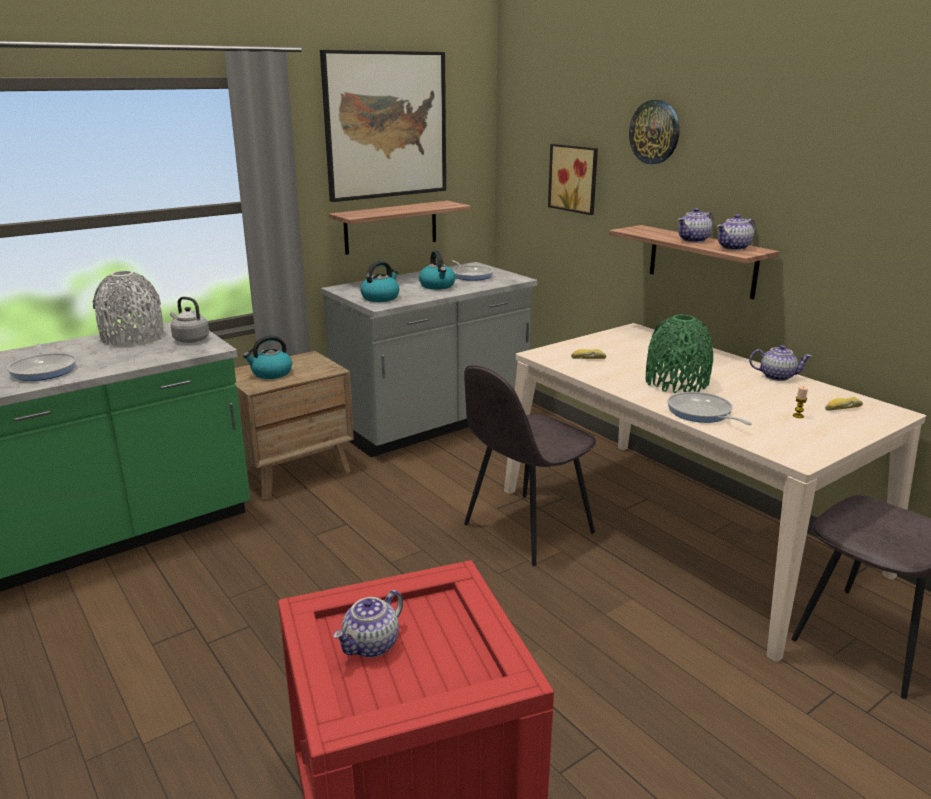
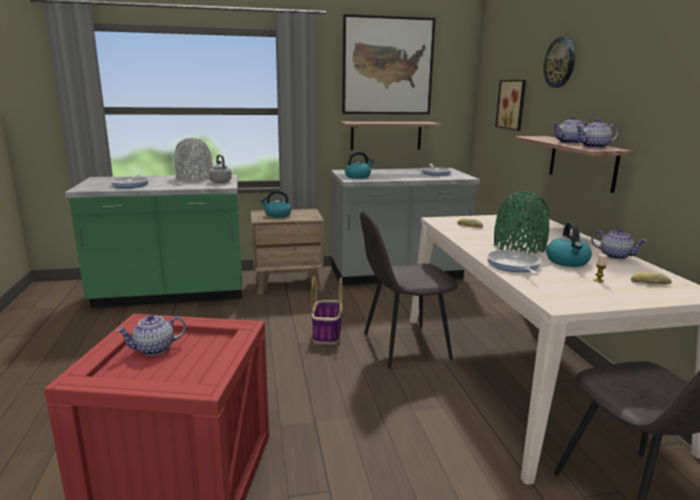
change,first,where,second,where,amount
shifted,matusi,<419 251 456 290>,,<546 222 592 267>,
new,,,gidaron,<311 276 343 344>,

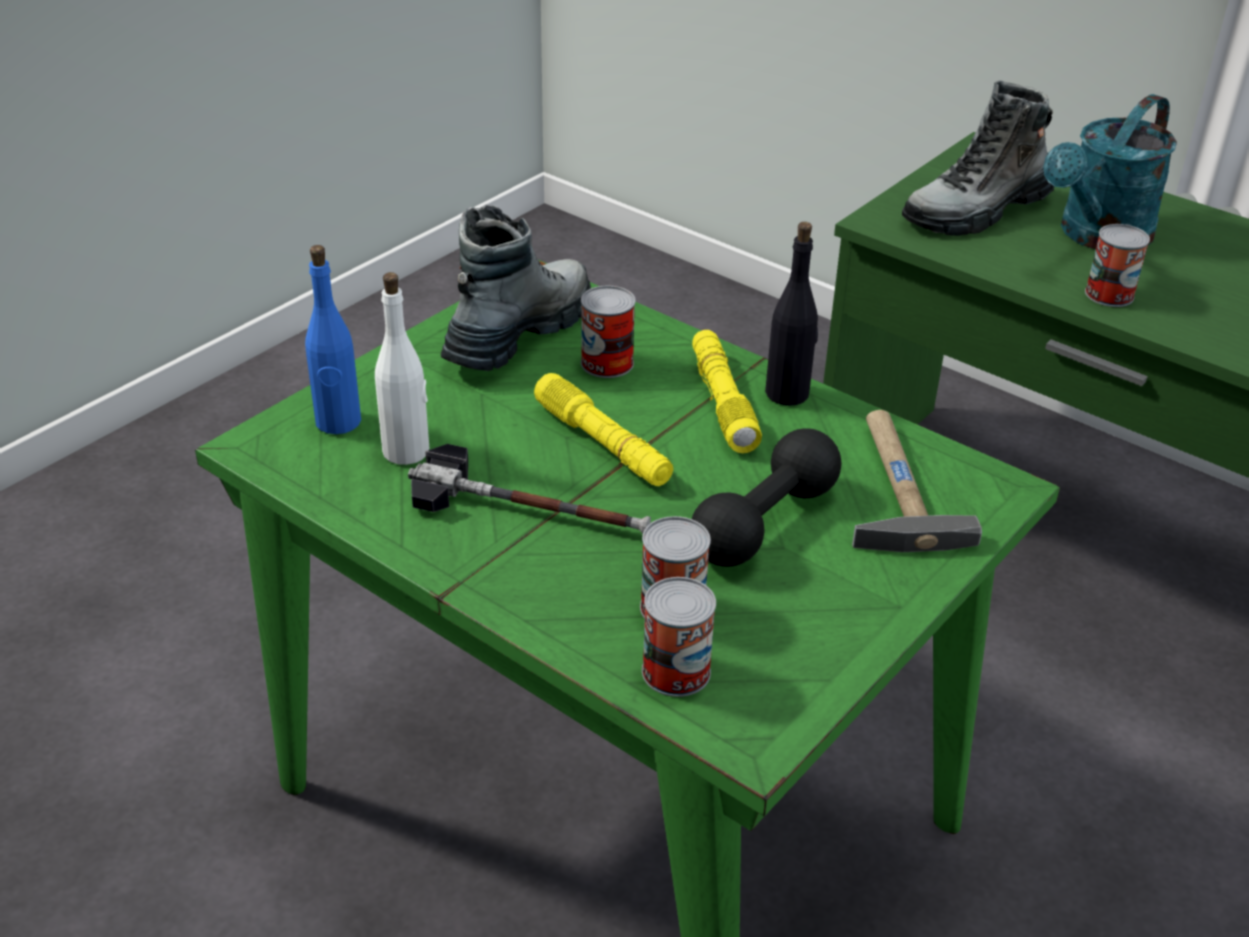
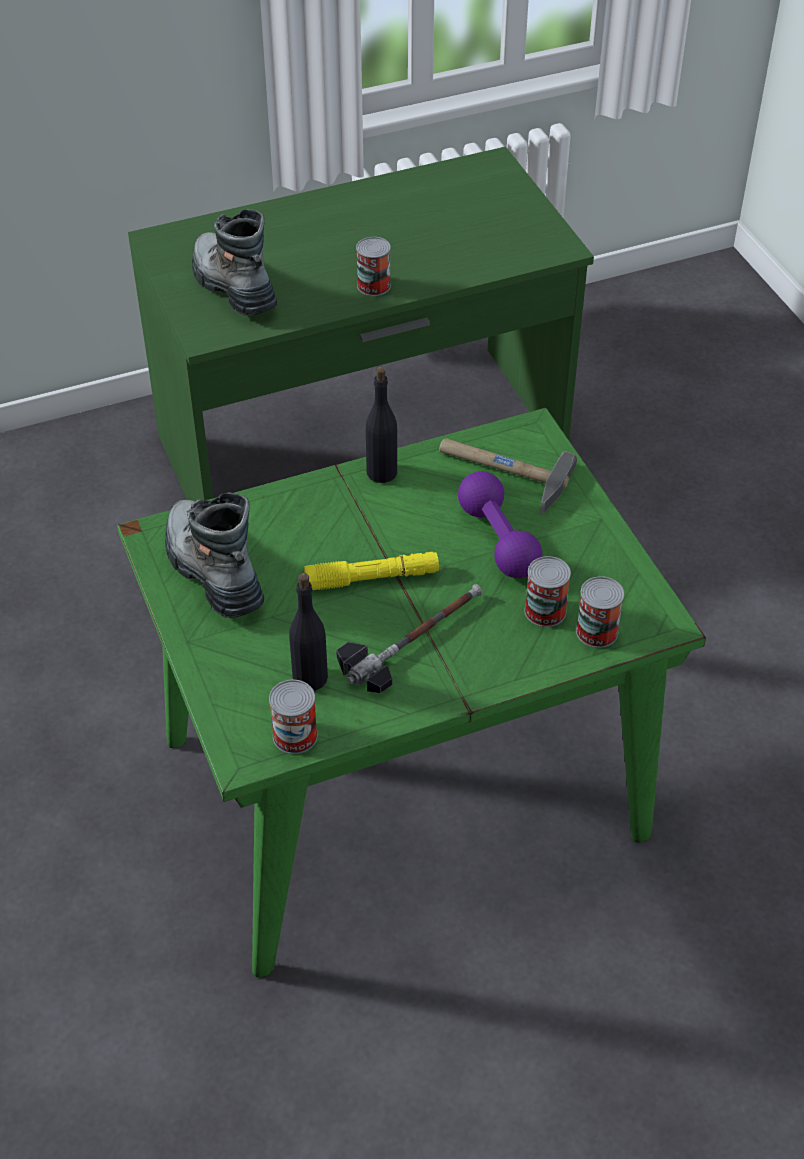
change,first,where,second,where,amount
rotated,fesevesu,<902 81 1054 236>,,<192 209 277 316>,150 degrees clockwise
gone,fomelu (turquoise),<1043 94 1177 249>,,,
gone,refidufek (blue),<305 245 361 434>,,,
repainted,refidufek (white),<375 272 429 465>,refidufek (black),<289 573 328 691>,
shifted,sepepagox,<581 285 636 378>,,<269 680 318 754>,
gone,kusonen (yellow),<692 330 762 453>,,,
repainted,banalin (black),<692 428 841 567>,banalin (purple),<458 471 542 578>,

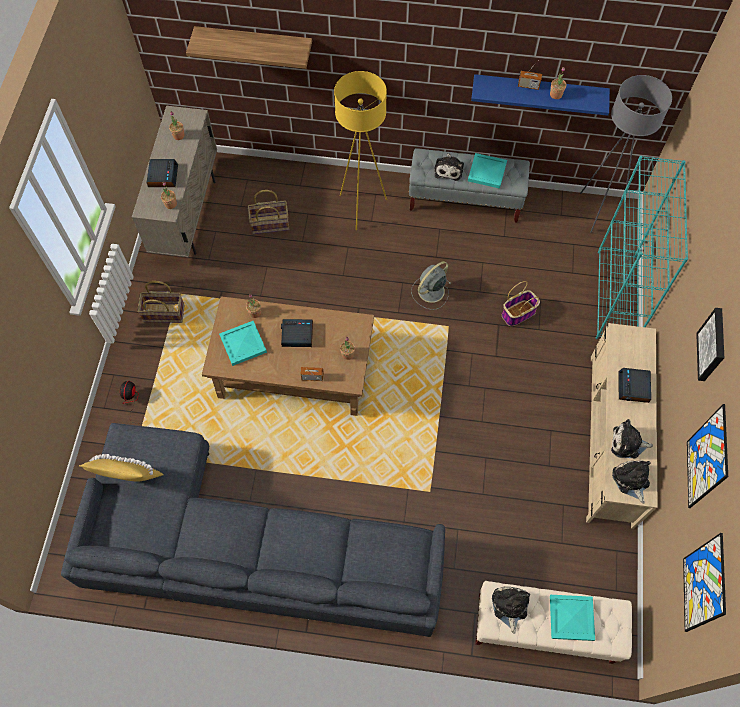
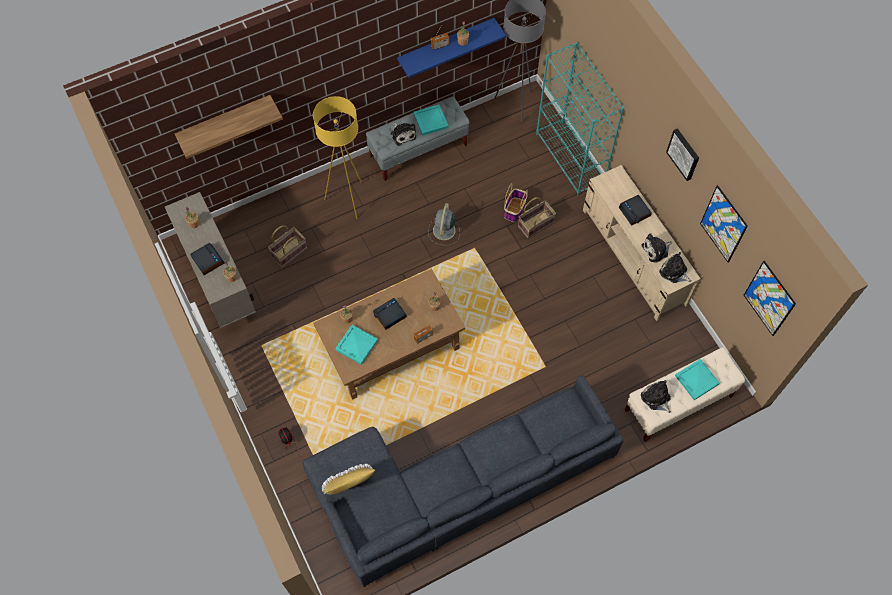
change,first,where,second,where,amount
shifted,gidaron,<137 281 184 323>,,<518 197 556 239>,

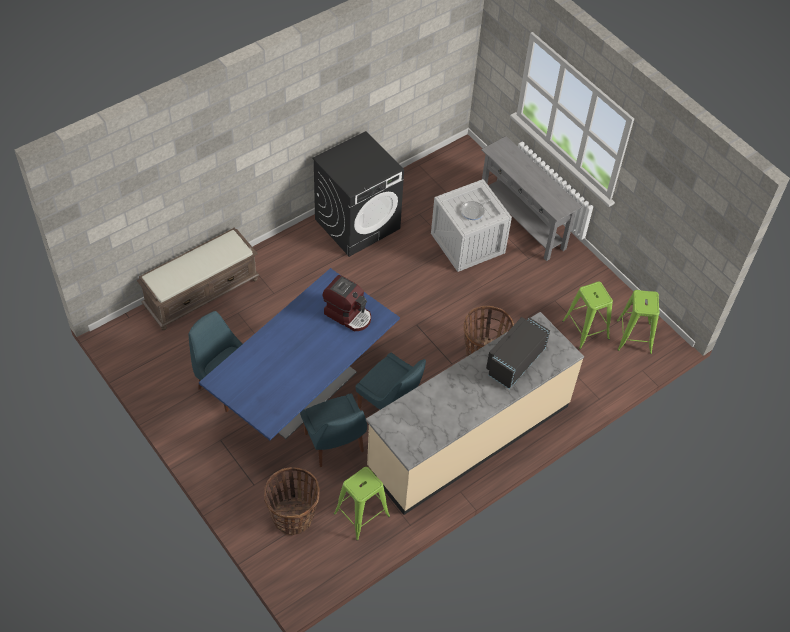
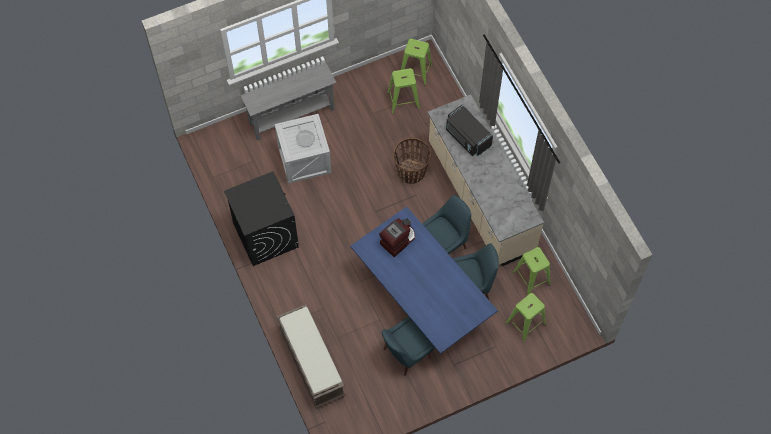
change,first,where,second,where,amount
swapped,gidaron,<264 467 320 535>,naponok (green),<505 293 546 343>,

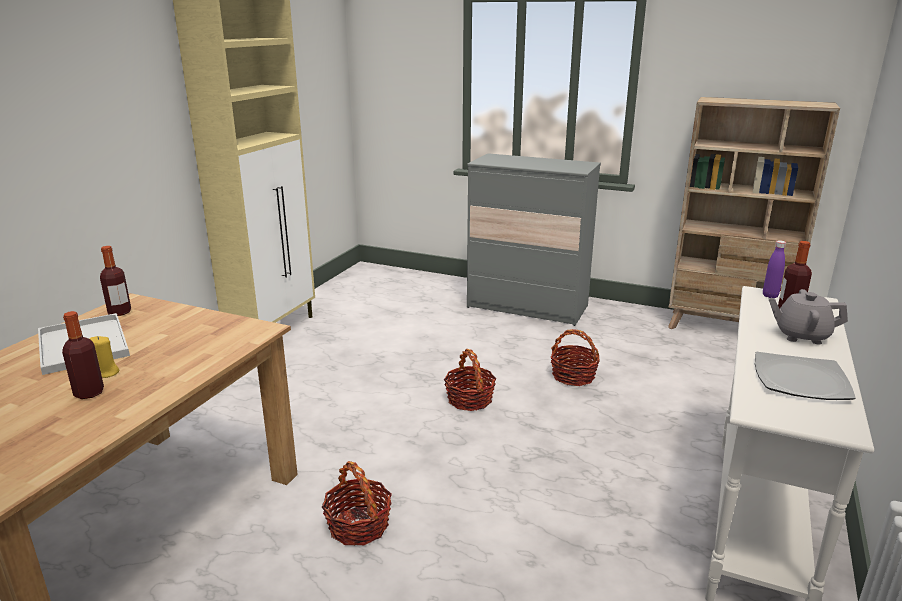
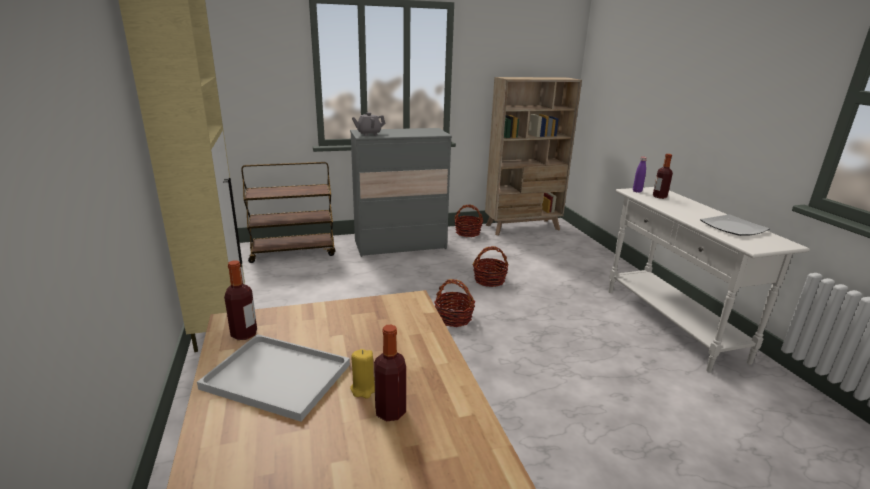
change,first,where,second,where,amount
shifted,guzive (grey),<768 289 848 344>,,<352 112 386 136>,
shifted,gidaron,<321 461 392 545>,,<454 204 483 237>,
new,,,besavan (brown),<241 162 335 263>,

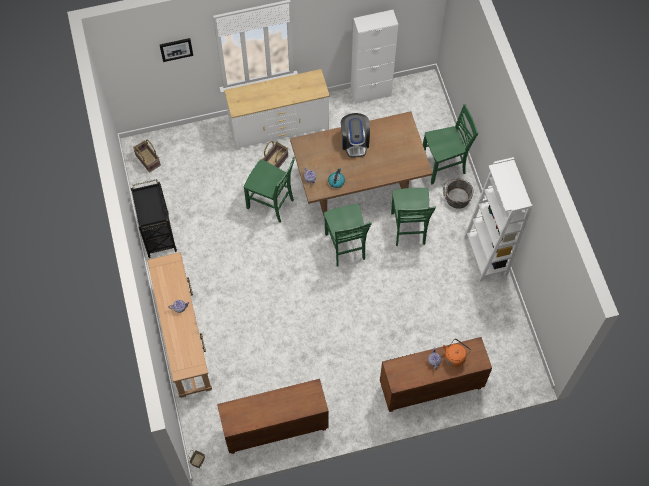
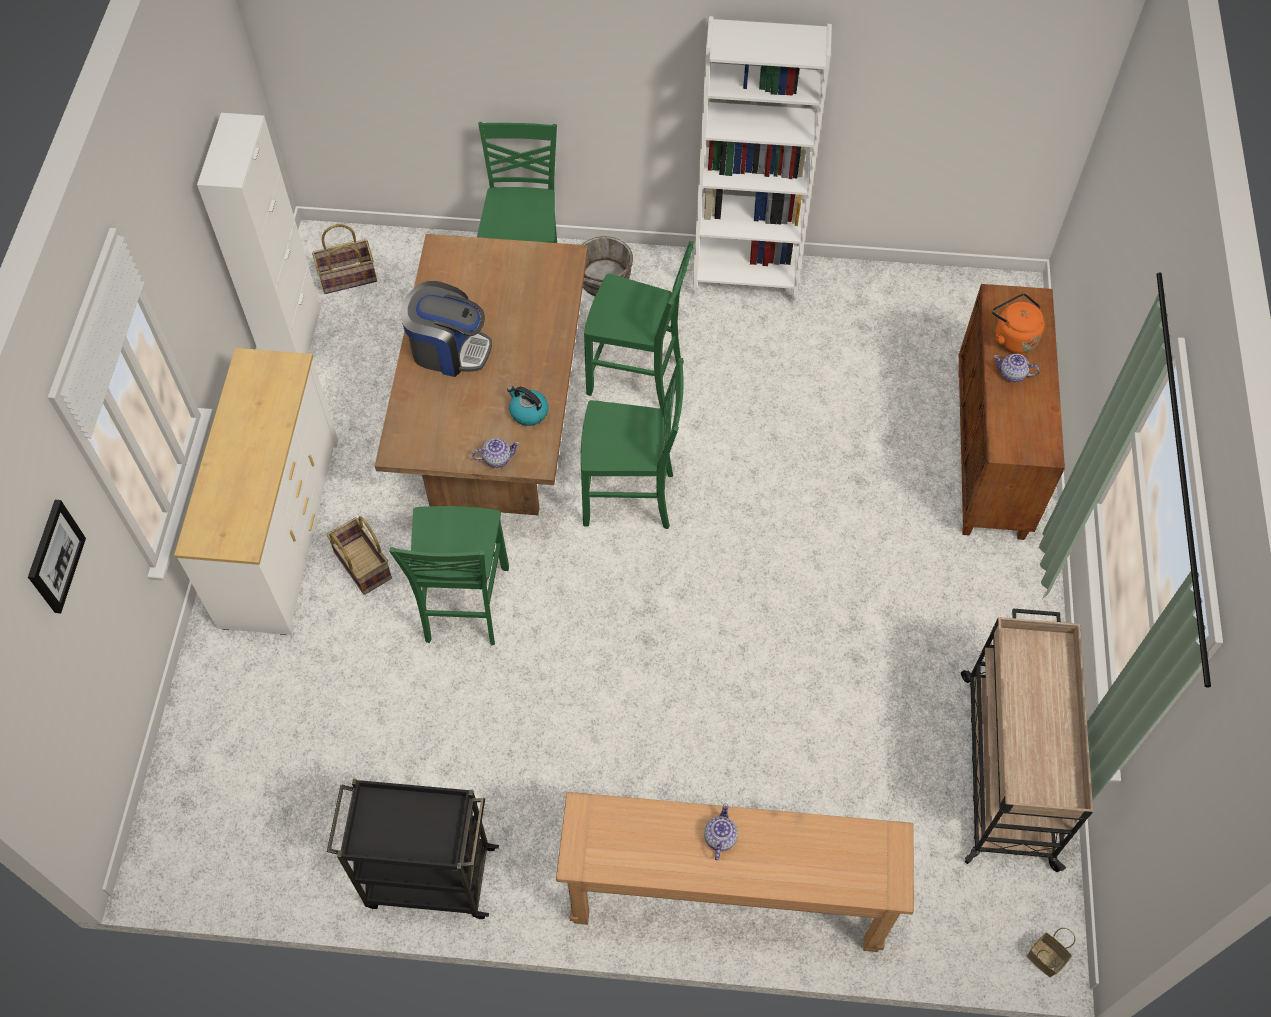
change,first,where,second,where,amount
shifted,gidaron,<133 139 161 173>,,<312 224 377 294>,
rotated,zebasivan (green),<244 157 295 222>,,<389 506 509 645>,135 degrees clockwise
swapped,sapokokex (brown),<217 379 329 454>,besavan (beige),<961 609 1093 872>,

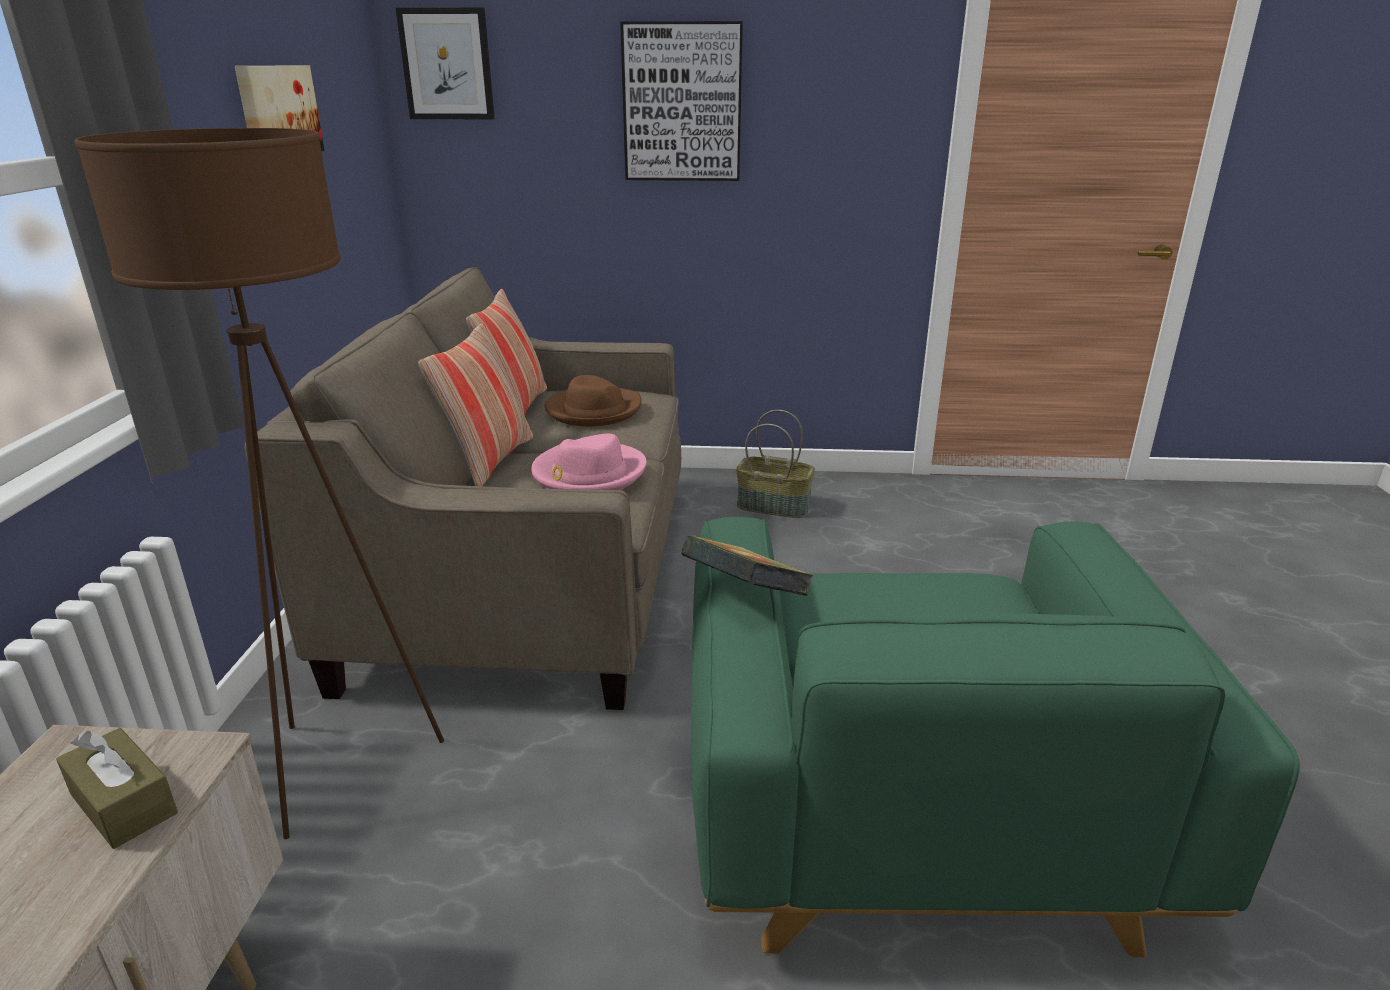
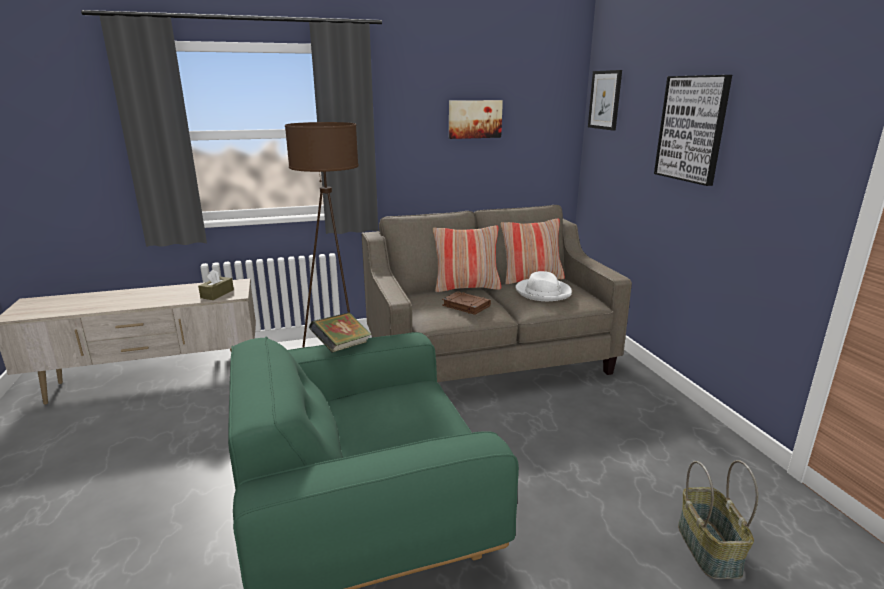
change,first,where,second,where,amount
repainted,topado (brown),<545 375 642 427>,topado (white),<515 271 572 301>,
shifted,gidaron,<736 410 815 518>,,<678 460 758 579>,
swapped,topado (pink),<531 434 646 490>,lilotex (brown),<442 291 491 315>,

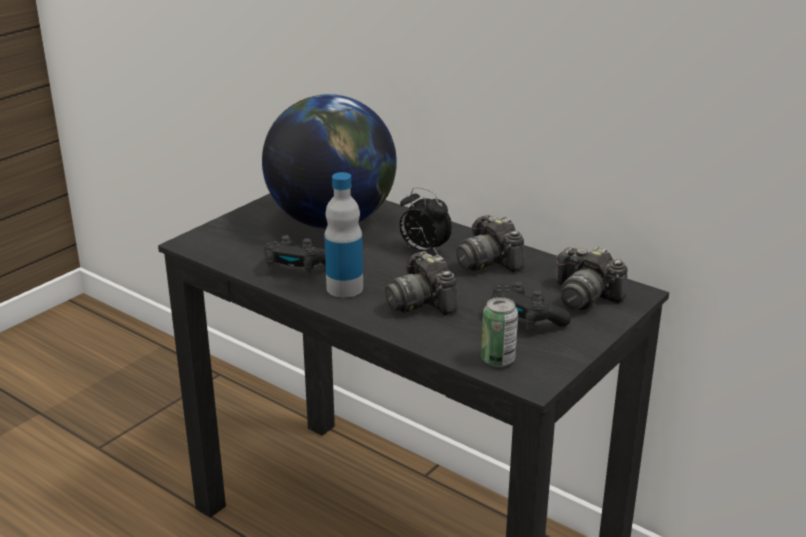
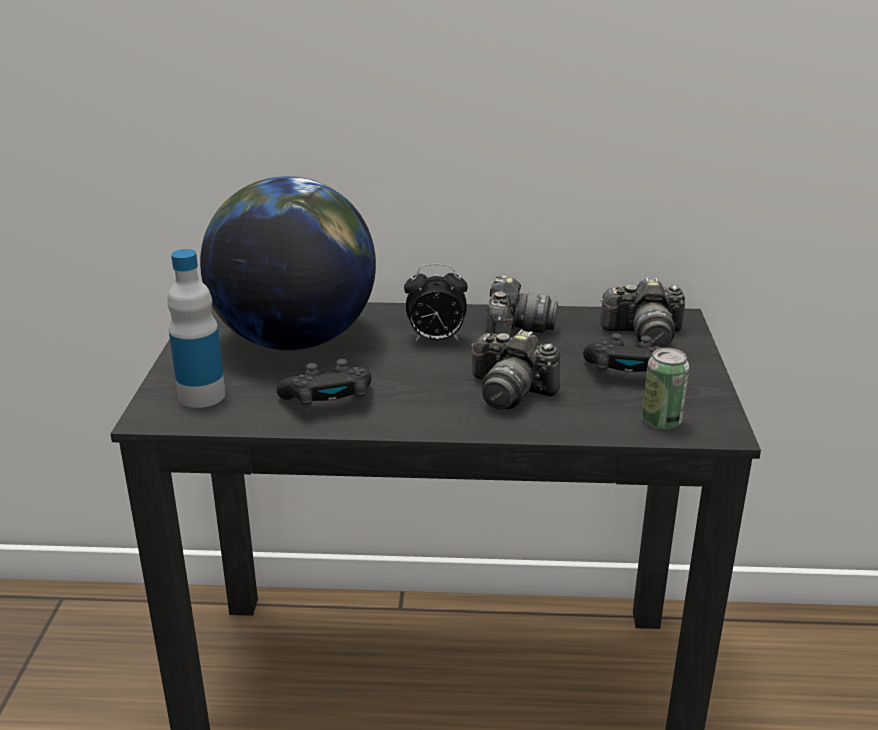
change,first,where,second,where,amount
shifted,refidufek,<324 172 363 298>,,<167 249 226 408>,
rotated,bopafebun,<456 215 525 272>,,<484 275 558 337>,105 degrees counterclockwise

